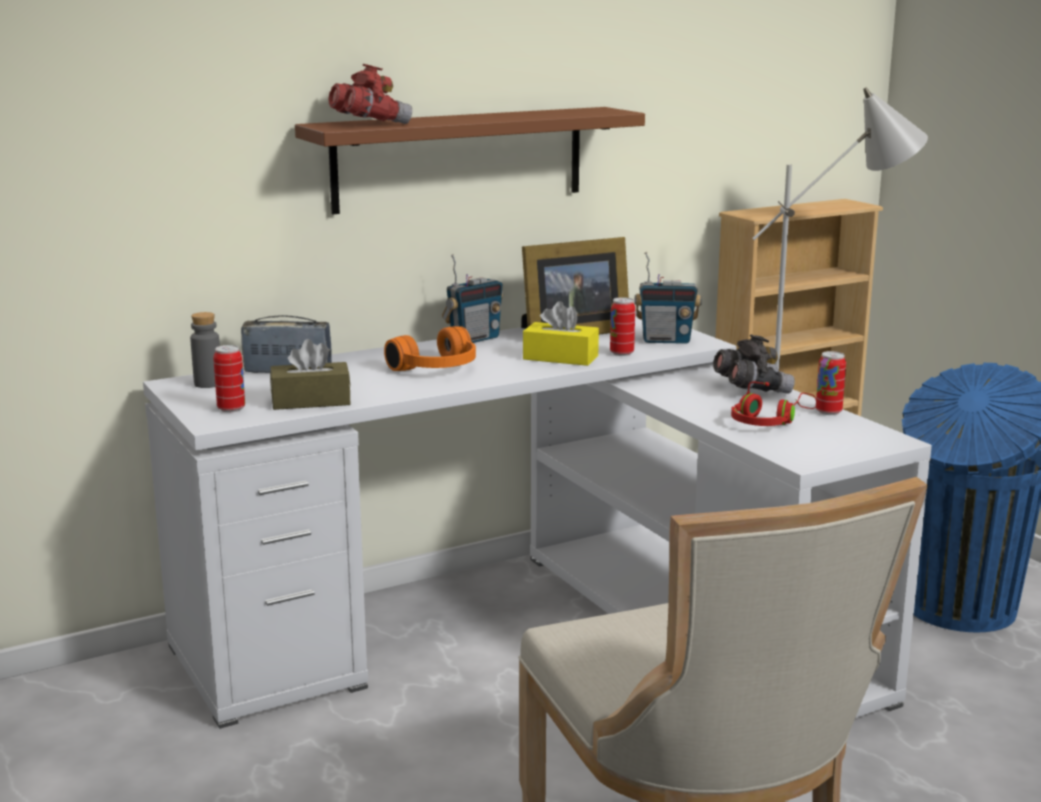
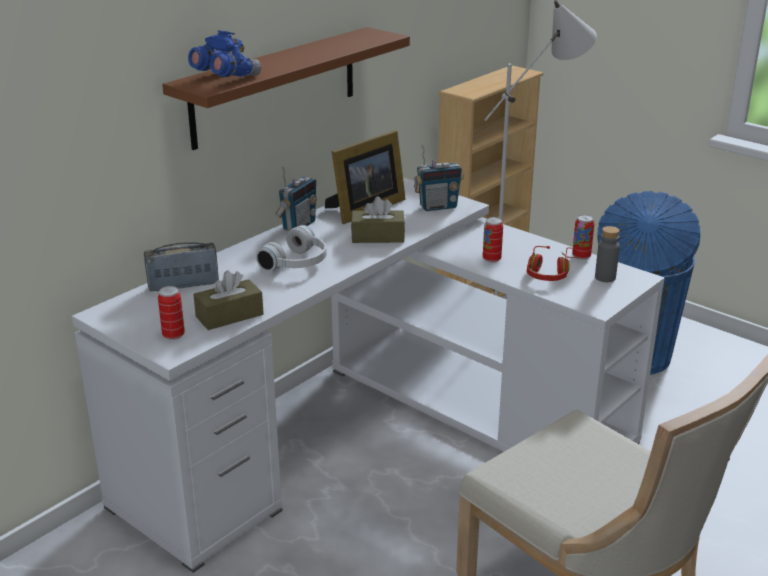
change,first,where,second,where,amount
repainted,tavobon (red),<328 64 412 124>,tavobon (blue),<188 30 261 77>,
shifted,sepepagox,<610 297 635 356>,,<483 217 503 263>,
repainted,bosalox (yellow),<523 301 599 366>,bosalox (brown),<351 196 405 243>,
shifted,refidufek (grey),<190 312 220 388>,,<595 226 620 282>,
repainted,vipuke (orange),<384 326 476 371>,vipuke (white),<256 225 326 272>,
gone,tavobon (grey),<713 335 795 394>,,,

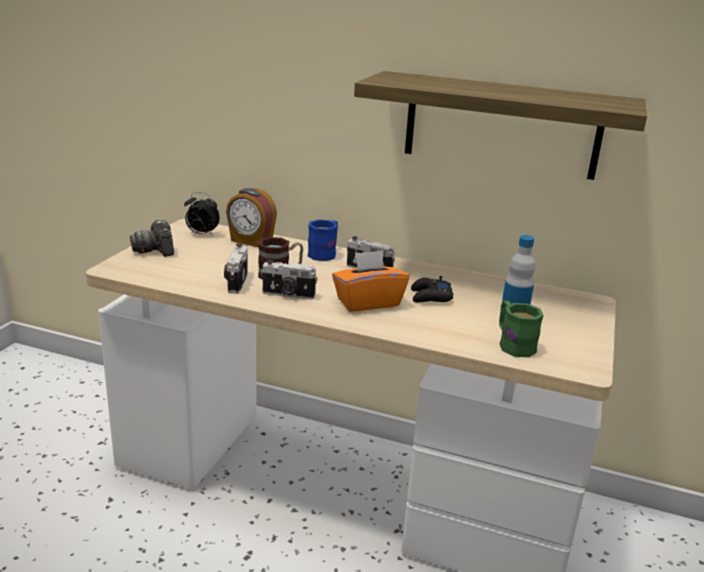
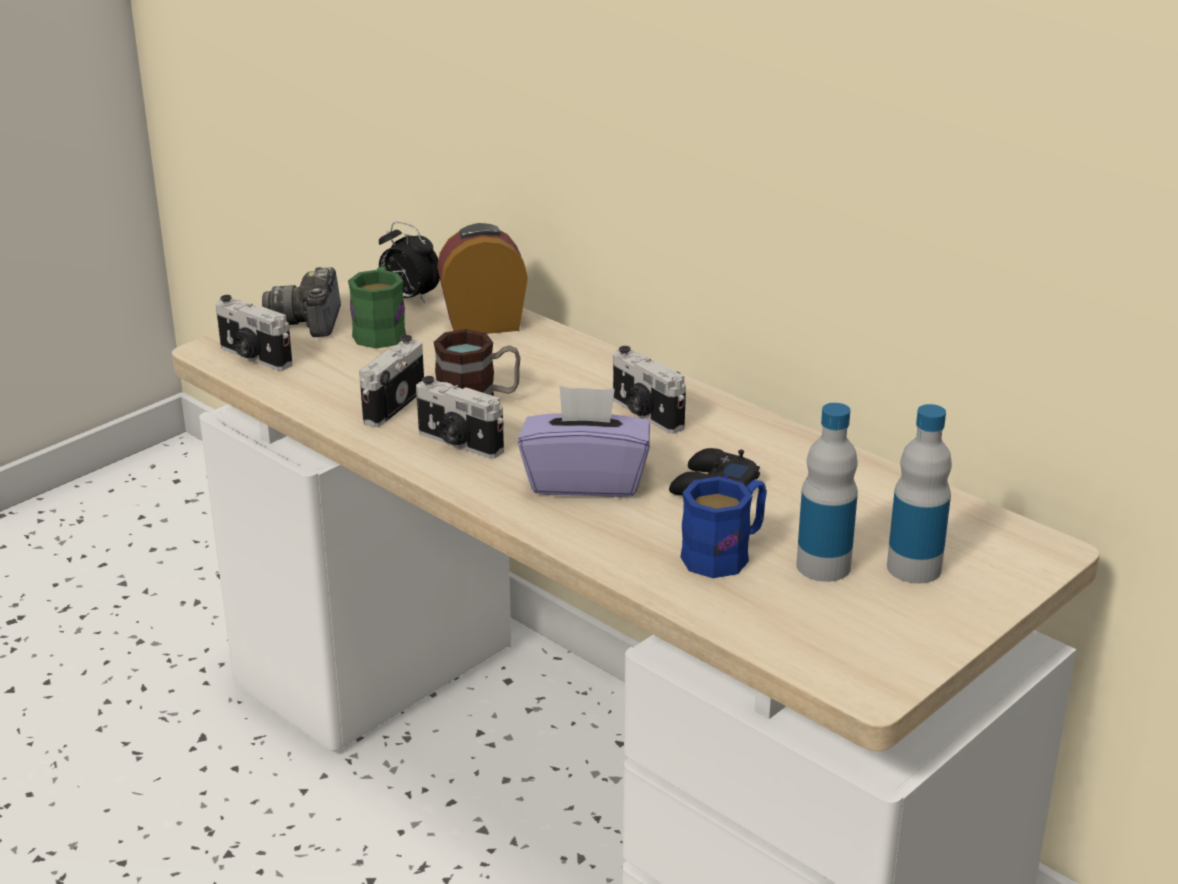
change,first,where,second,where,amount
gone,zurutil,<354 71 647 180>,,,
rotated,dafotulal,<226 188 277 248>,,<437 223 528 334>,120 degrees clockwise
shifted,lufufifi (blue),<307 219 338 261>,,<680 476 767 578>,
repainted,bosalox (orange),<332 250 409 312>,bosalox (purple),<518 386 650 497>,
shifted,lufufifi (green),<499 301 544 357>,,<348 267 406 349>,
new,,,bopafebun,<215 295 293 371>,
new,,,refidufek,<887 404 952 584>,

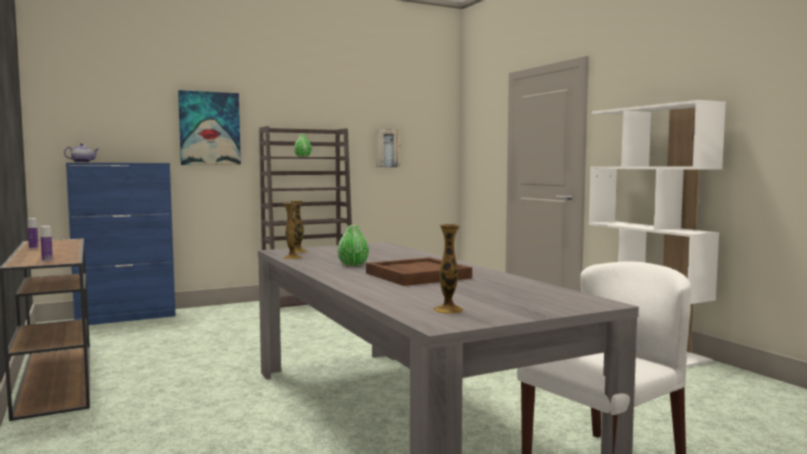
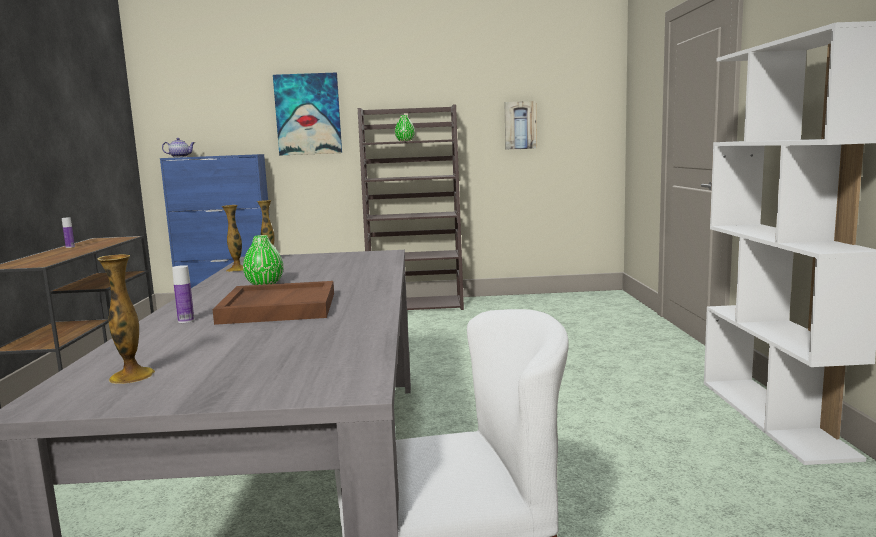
change,first,where,second,where,amount
shifted,refidufek,<40 226 53 261>,,<172 265 194 323>,

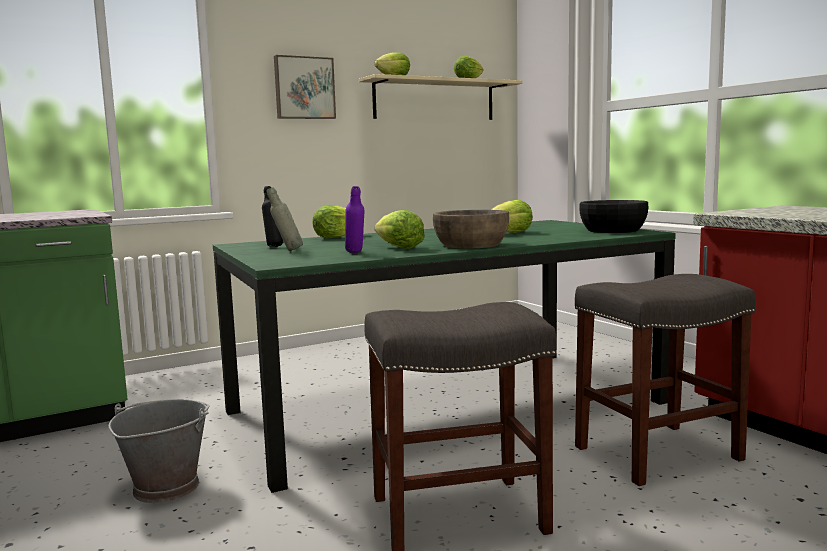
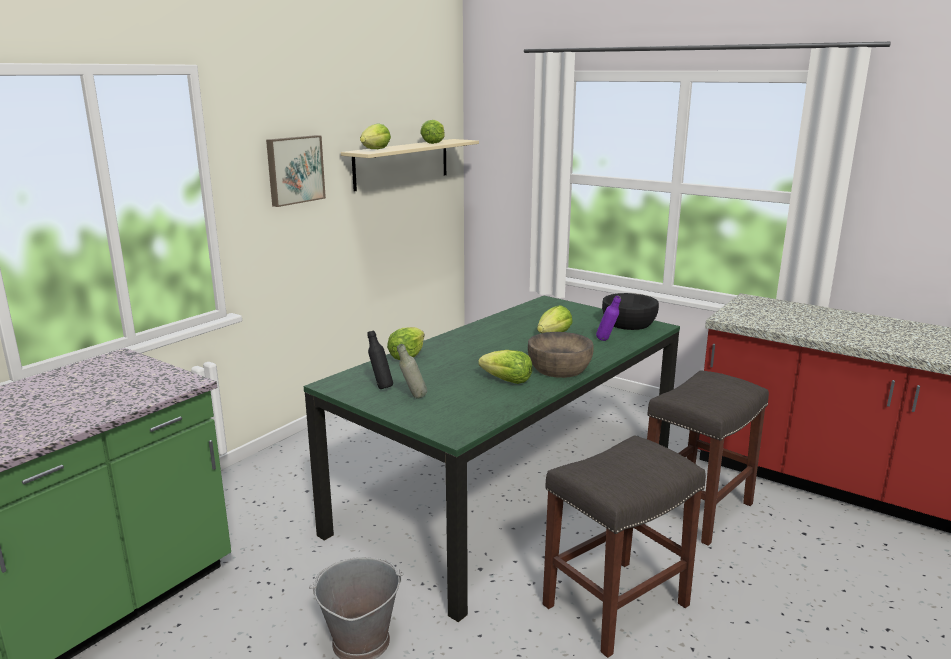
change,first,where,second,where,amount
shifted,refidufek (purple),<345 186 364 253>,,<596 295 621 341>,

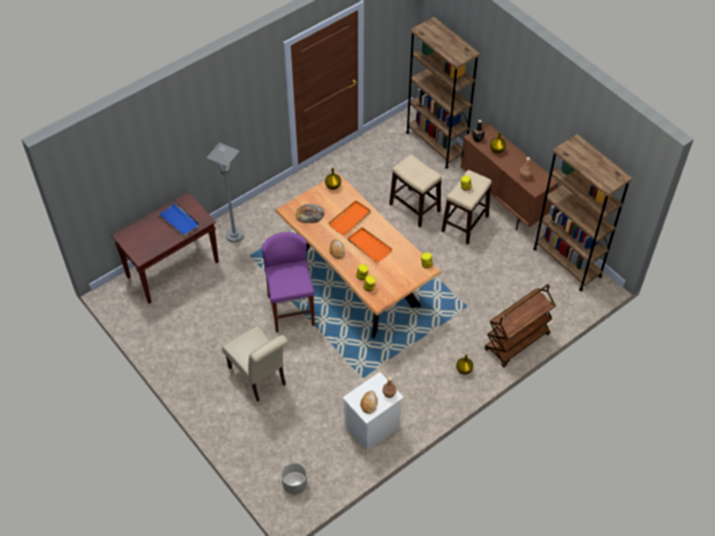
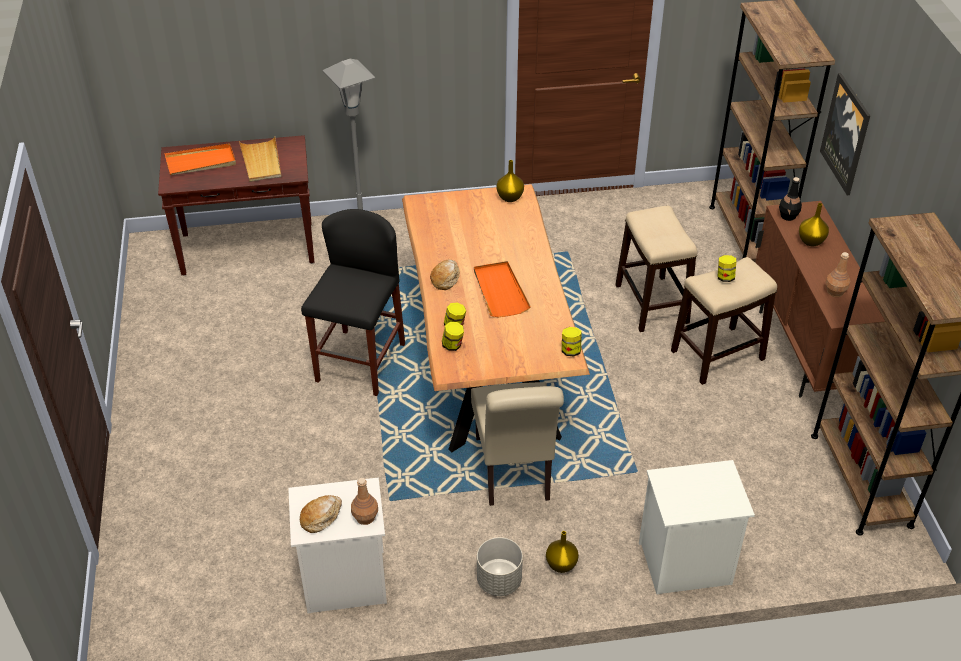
change,first,where,second,where,amount
repainted,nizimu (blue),<157 201 200 237>,nizimu (beige),<239 136 282 182>,
shifted,nizimu (orange),<328 201 371 235>,,<164 143 236 175>,
gone,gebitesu,<296 204 325 223>,,,
repainted,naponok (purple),<262 232 315 333>,naponok (black),<301 209 405 396>,
swapped,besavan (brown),<484 284 556 367>,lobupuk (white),<639 460 755 594>,
shifted,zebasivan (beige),<222 326 288 402>,,<471 382 564 506>,
shifted,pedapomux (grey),<281 463 307 495>,,<477 537 523 596>,
new,,,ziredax,<820 73 870 195>,

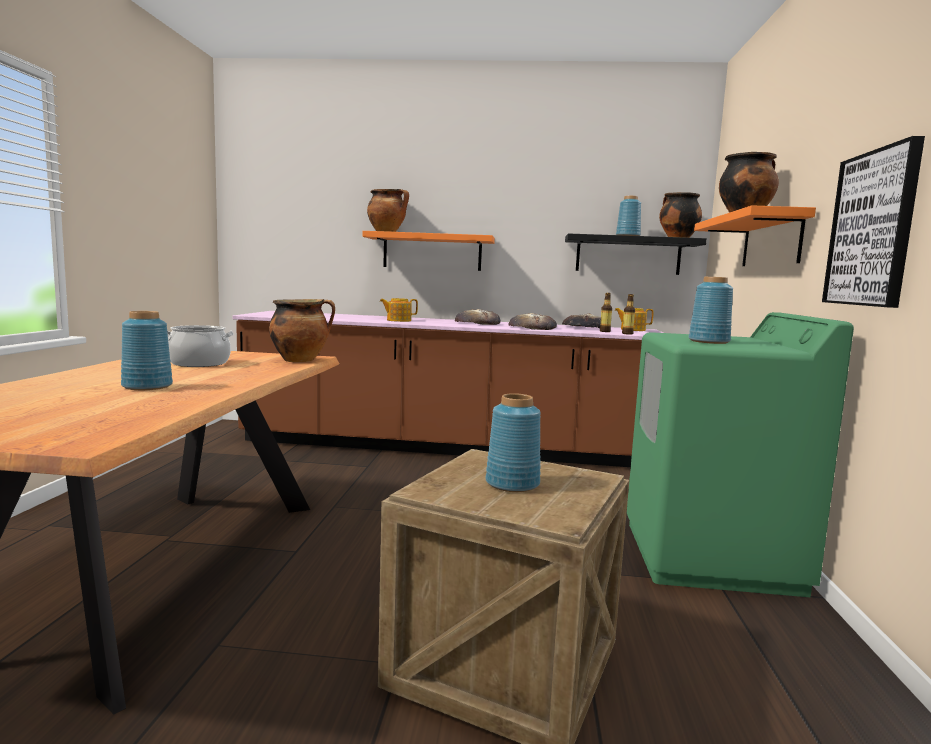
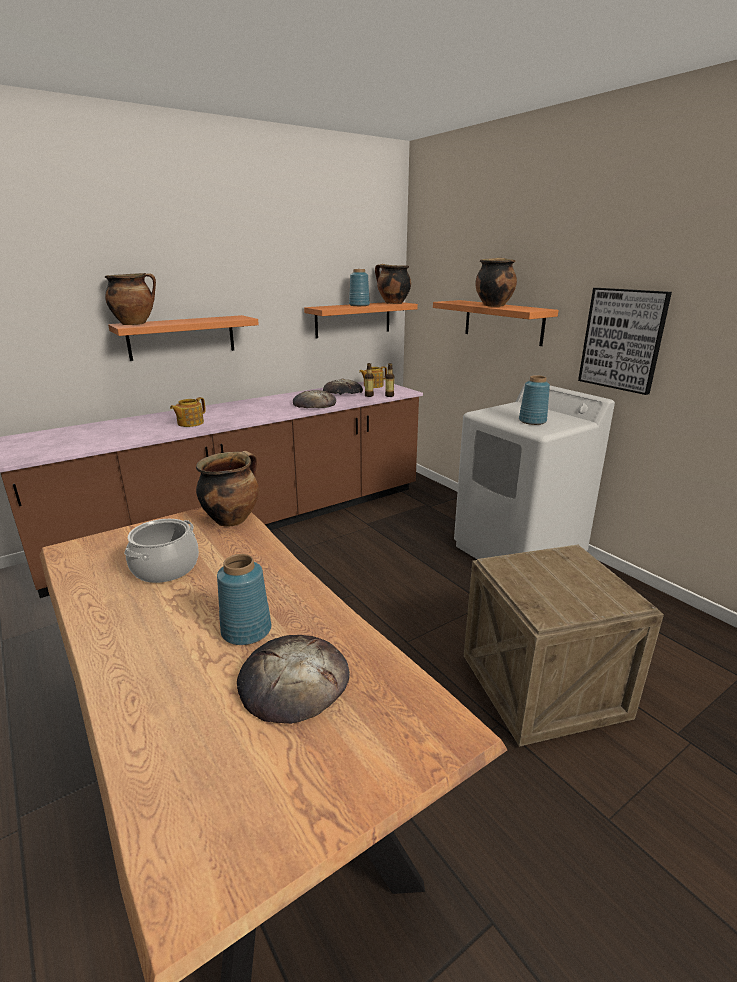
change,first,where,second,where,amount
repainted,zurutil (black),<565 233 707 275>,zurutil (orange),<304 302 418 338>,
shifted,gebitesu,<455 309 501 325>,,<237 635 350 724>,
repainted,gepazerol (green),<627 312 854 598>,gepazerol (white),<454 383 615 559>,
gone,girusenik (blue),<485 393 541 492>,,,

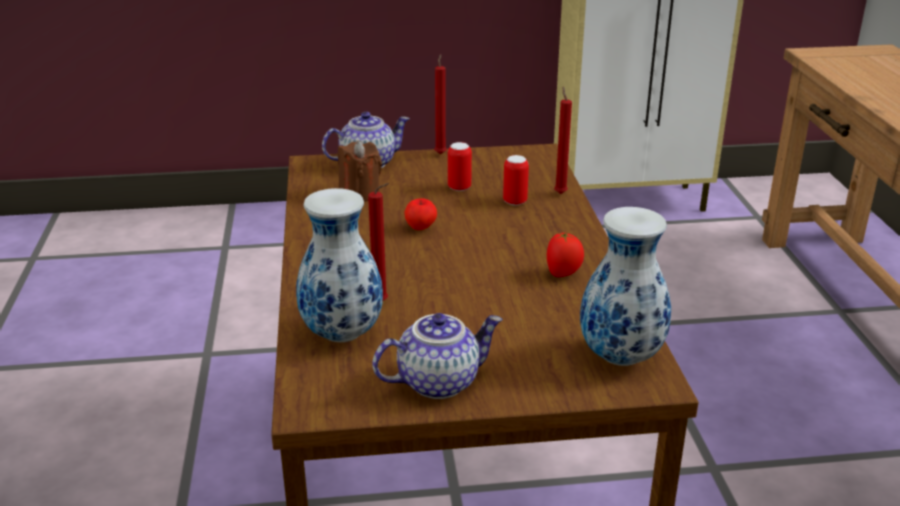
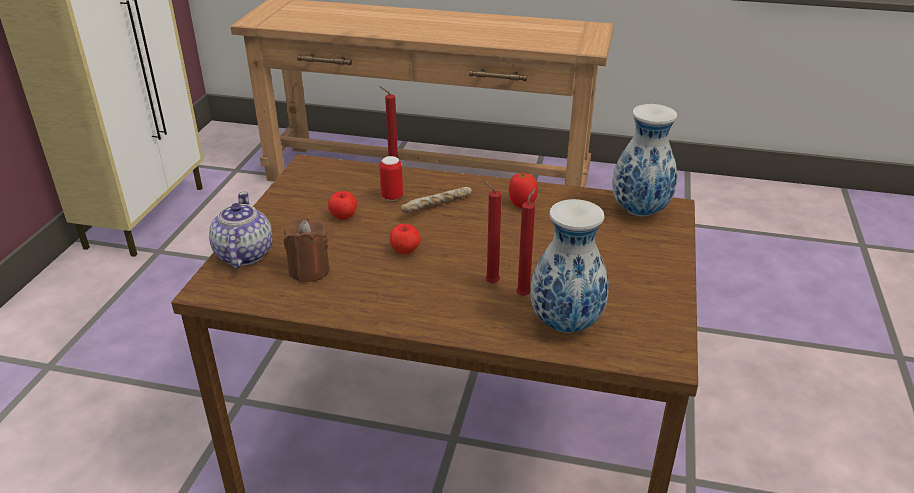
change,first,where,second,where,amount
shifted,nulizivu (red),<434 54 447 154>,,<483 180 502 284>,
swapped,sepepagox,<448 142 472 191>,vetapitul,<328 191 357 220>,
gone,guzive,<372 313 503 399>,,,
new,,,gebitesu,<401 187 472 213>,

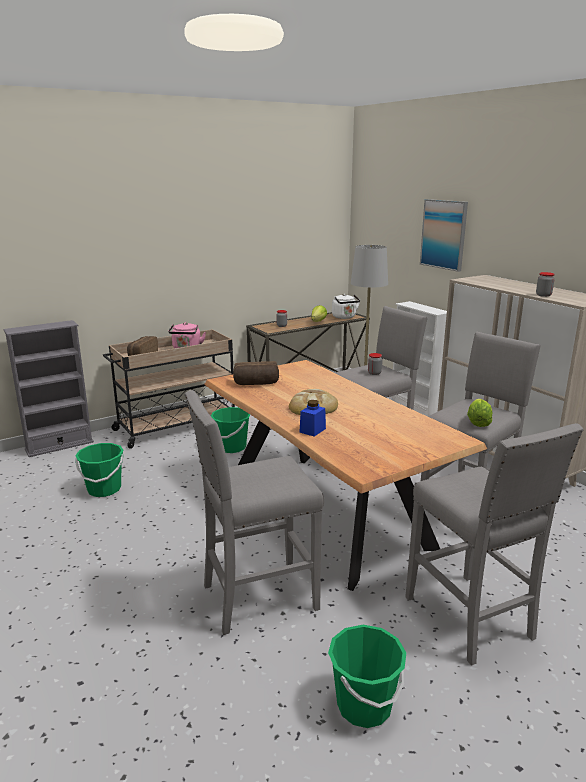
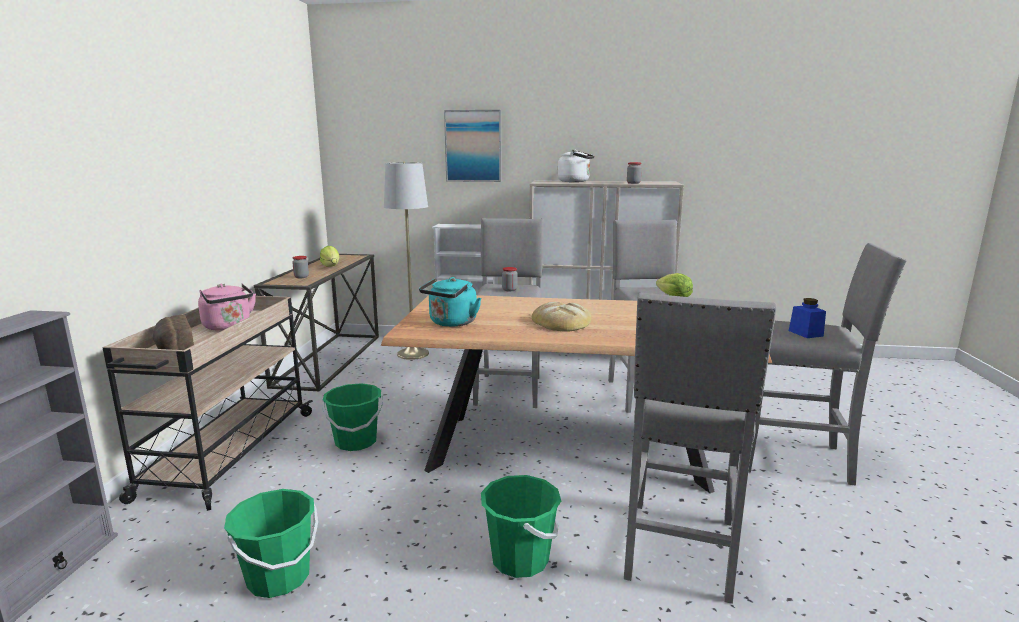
change,first,where,second,where,amount
shifted,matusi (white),<332 294 360 319>,,<558 149 595 182>,
swapped,gebitesu,<233 361 279 385>,matusi (turquoise),<419 277 481 327>,
shifted,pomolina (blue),<299 400 326 437>,,<789 298 826 338>,
shifted,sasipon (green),<328 625 406 728>,,<481 475 561 578>,

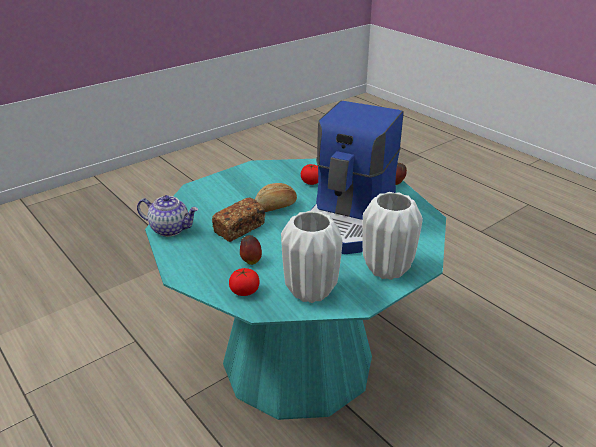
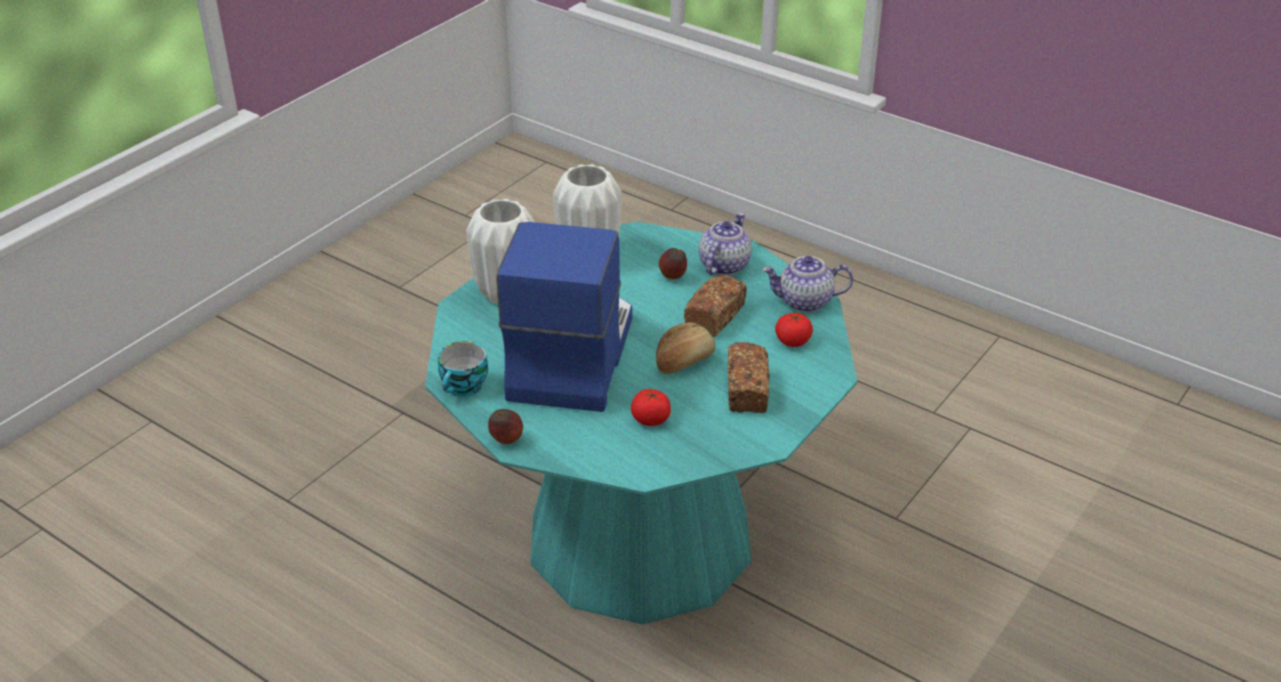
change,first,where,second,where,amount
shifted,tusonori,<229 268 260 296>,,<775 313 813 347>,
new,,,guzive,<699 212 752 275>,
new,,,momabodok,<438 341 488 397>,
new,,,gebitesu,<728 342 770 413>,

